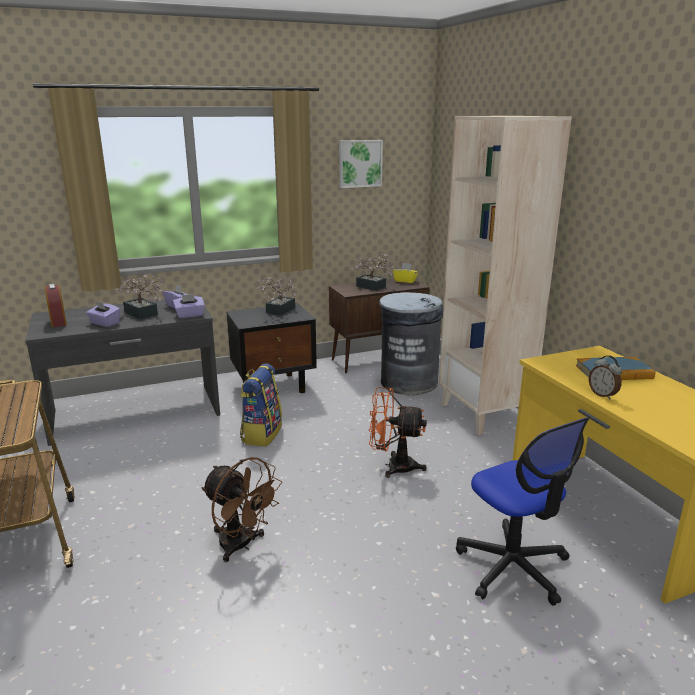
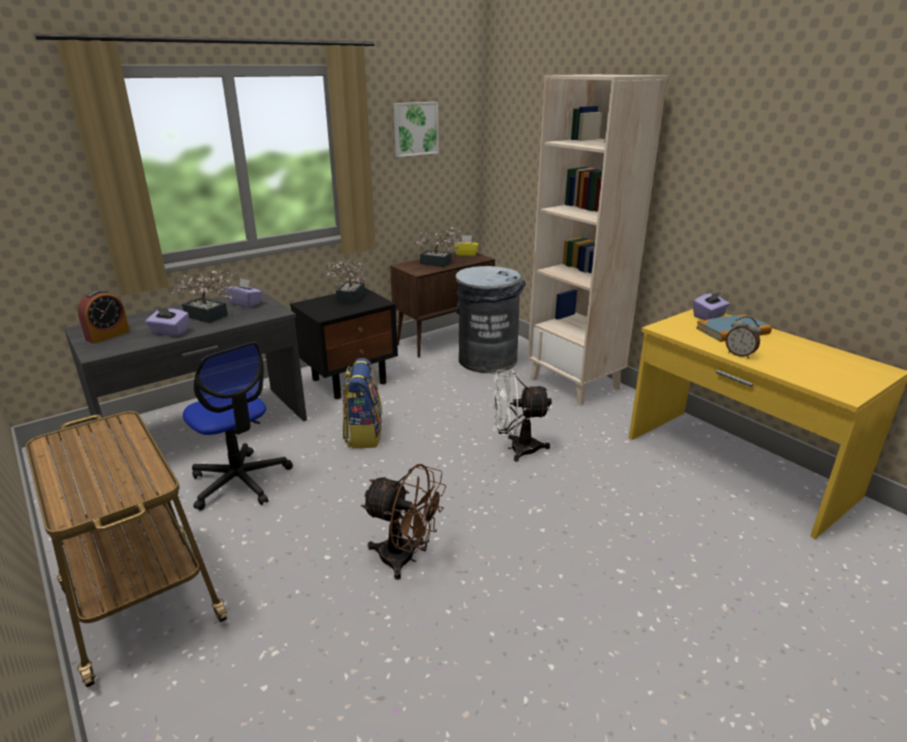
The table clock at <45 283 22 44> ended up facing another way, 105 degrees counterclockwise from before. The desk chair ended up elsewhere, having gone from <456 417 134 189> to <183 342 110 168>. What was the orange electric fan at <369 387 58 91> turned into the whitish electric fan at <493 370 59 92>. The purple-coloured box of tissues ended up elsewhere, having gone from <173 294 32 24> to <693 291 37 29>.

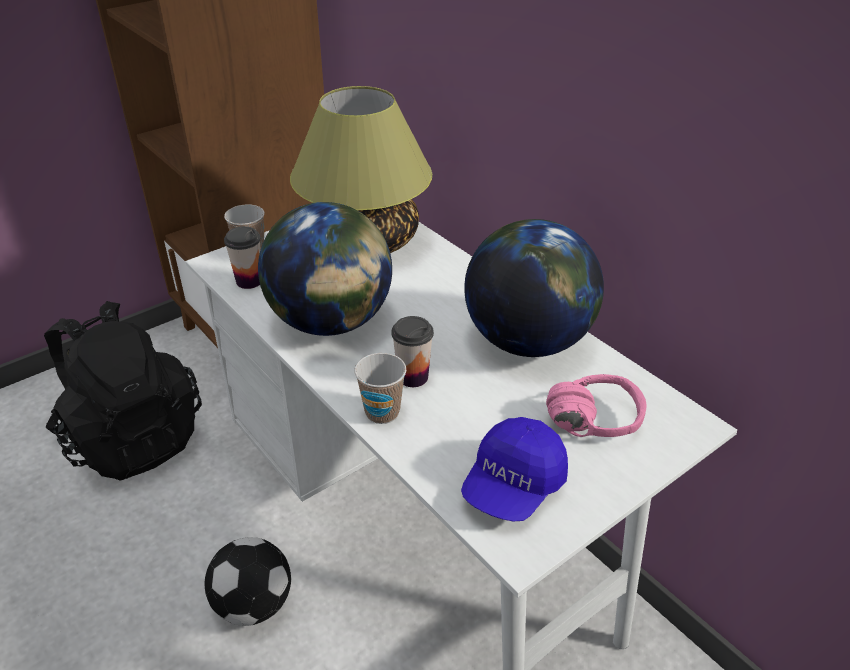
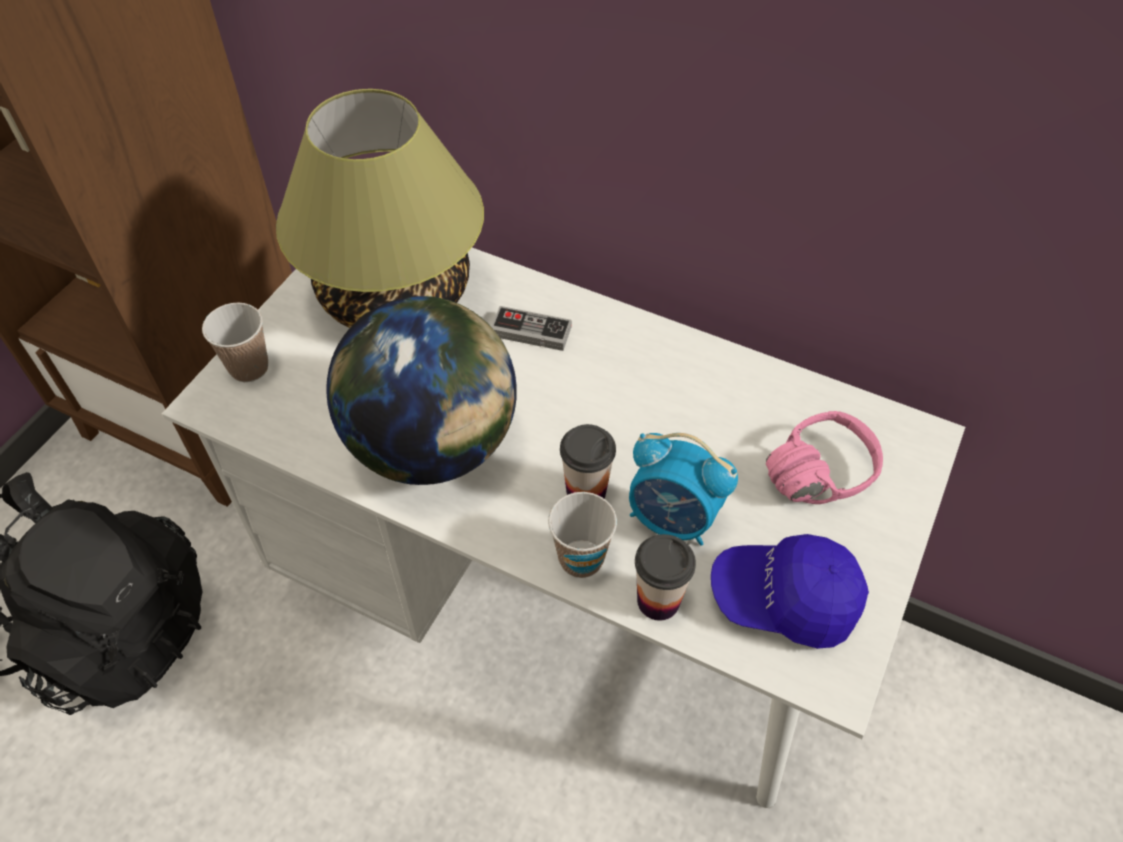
The second view gained the joypad at <491 306 81 45>. The second view gained the table clock at <629 433 109 113>. The cup ended up elsewhere, having gone from <224 226 37 63> to <635 534 61 87>. The bluish peaked cap at <461 417 107 104> ended up facing another way, 90 degrees clockwise from before. The second view lost the football at <205 537 86 89>. The second view lost the world globe at <464 219 140 138>.

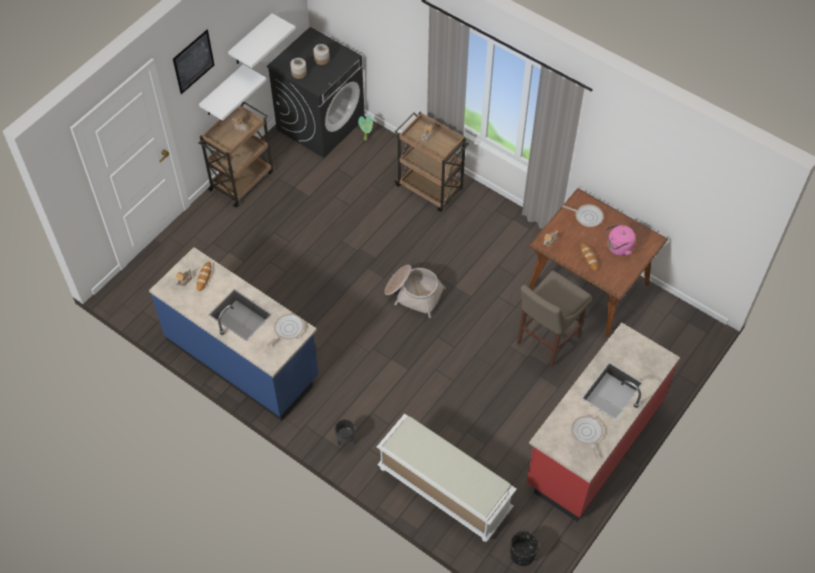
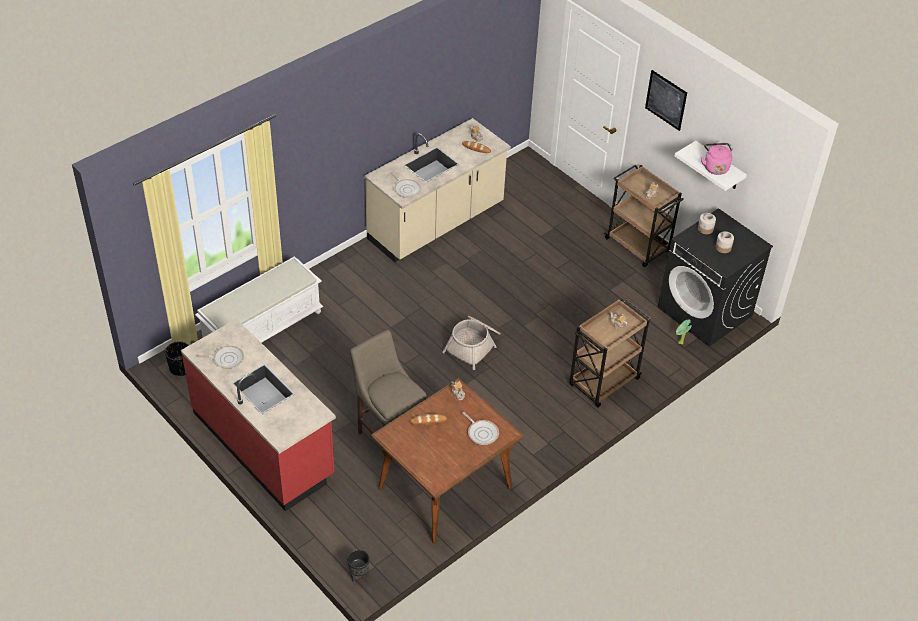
The black plant pot ended up elsewhere, having gone from <335 419 20 27> to <347 550 22 32>. What was the bluish counter at <149 247 169 174> turned into the beige-coloured counter at <364 118 147 144>. The frying pan at <562 204 42 23> ended up facing another way, 75 degrees counterclockwise from before. The pinkish kettle ended up elsewhere, having gone from <605 224 31 32> to <701 143 31 32>. The second view lost the whitish wall shelf at <199 64 68 57>.

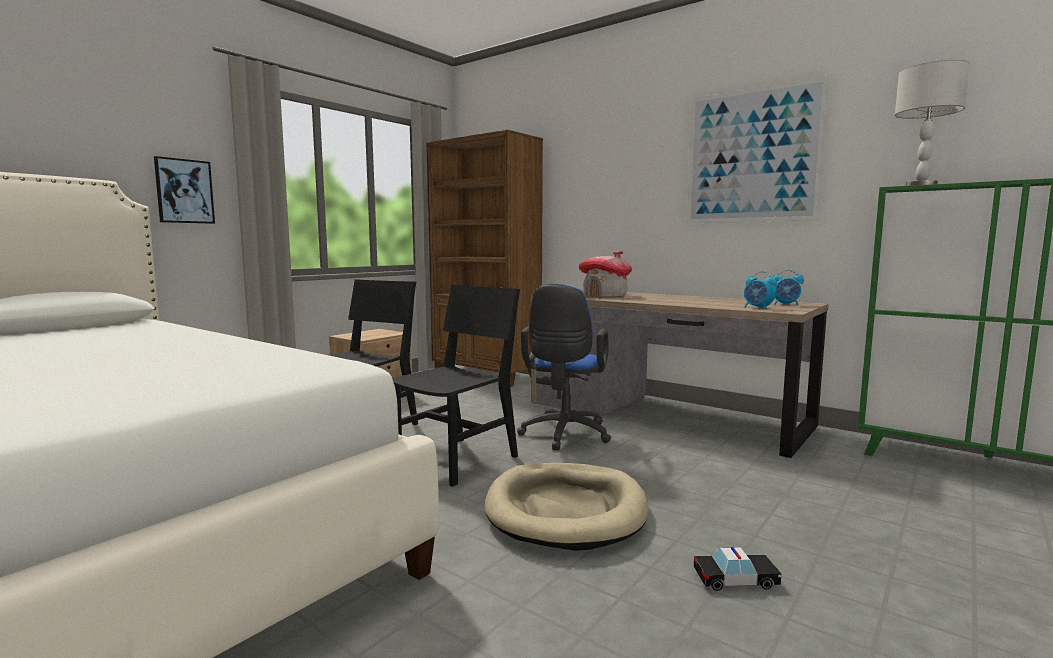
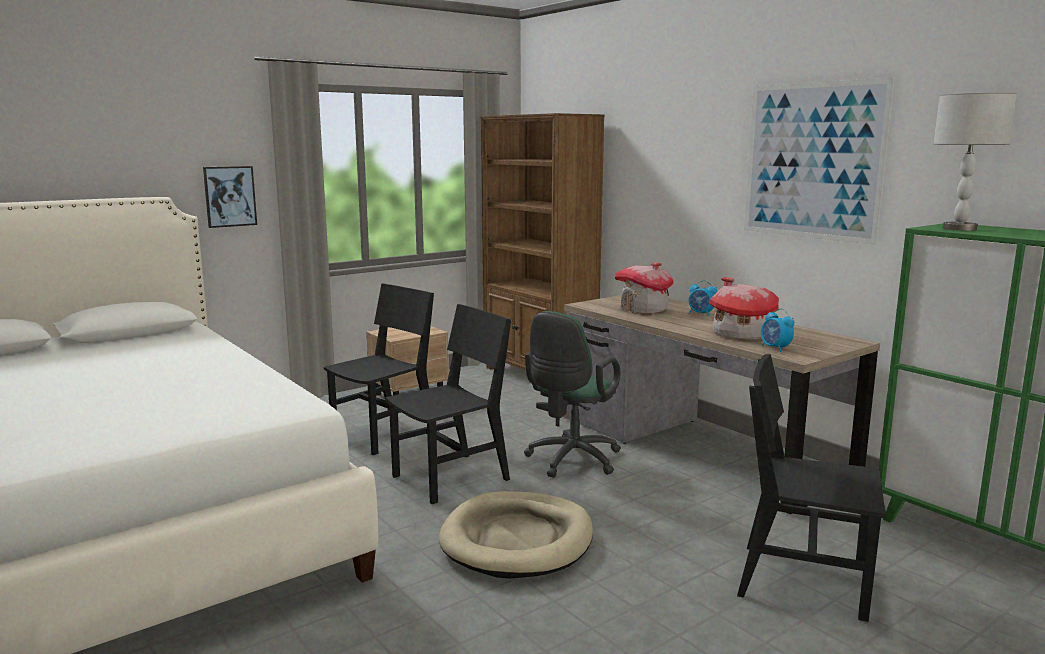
What was the bluish desk chair at <517 283 94 167> turned into the green-coloured desk chair at <524 311 97 166>. The table clock ended up elsewhere, having gone from <773 270 31 35> to <689 280 28 36>. The second view gained the miniature house at <710 277 69 63>. The second view gained the black plain chair at <737 354 149 268>. The second view lost the model car at <694 547 88 44>.

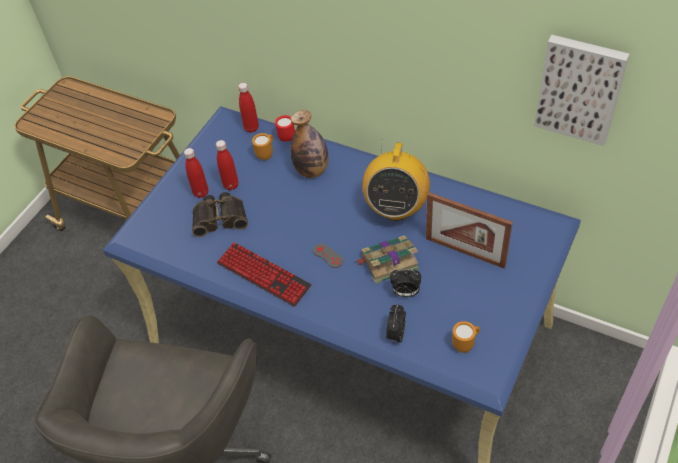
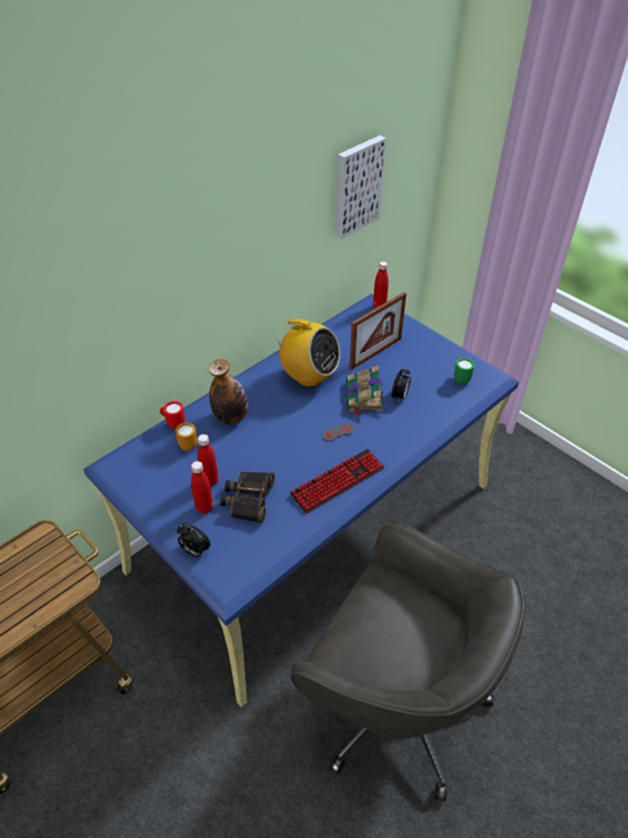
The table clock ended up elsewhere, having gone from <386 305 20 38> to <177 523 34 34>. The red-coloured bottle ended up elsewhere, having gone from <238 83 21 50> to <373 261 16 47>. What was the orange mug at <452 321 28 32> turned into the green-coloured mug at <454 358 21 26>.

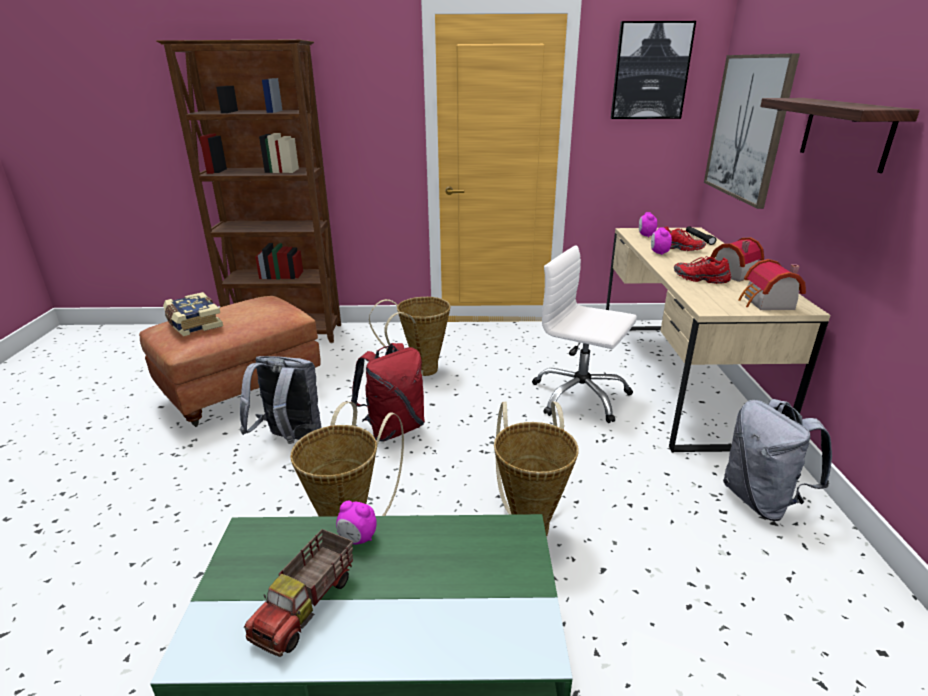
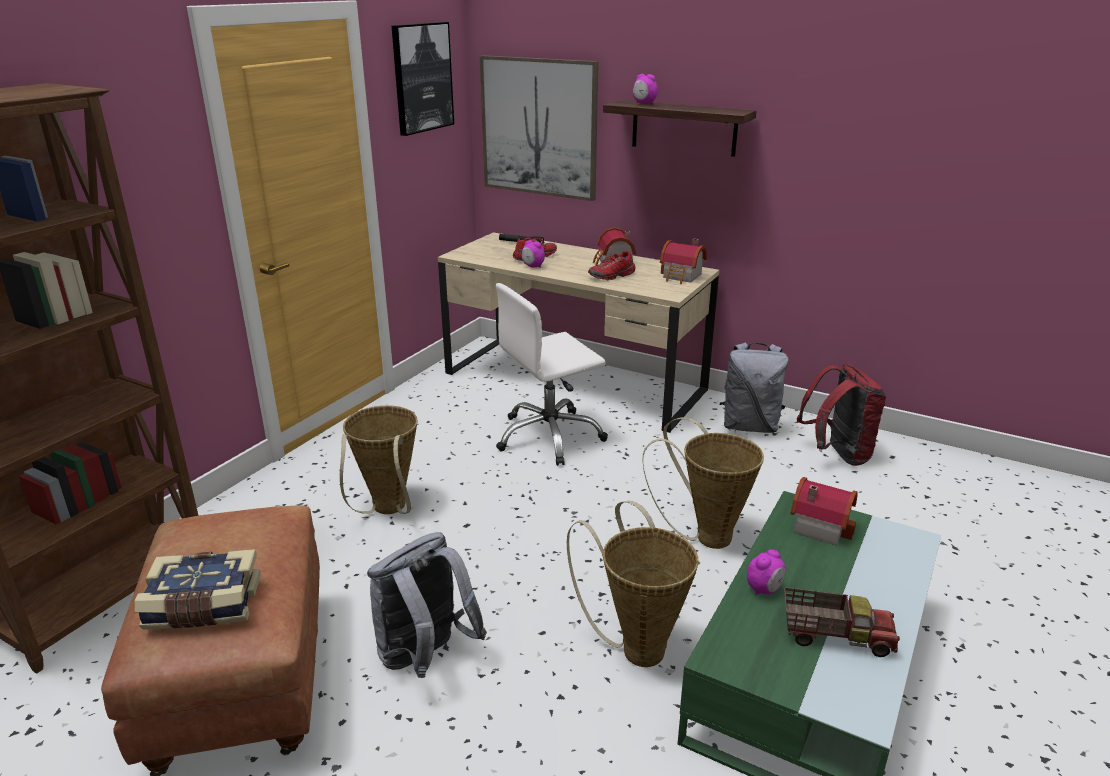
The table clock ended up elsewhere, having gone from <639 212 18 26> to <633 74 25 30>. The model truck at <244 529 109 128> ended up facing another way, 45 degrees counterclockwise from before. The second view gained the miniature house at <790 477 68 69>. The red-coloured backpack ended up elsewhere, having gone from <351 343 74 98> to <797 363 89 103>.

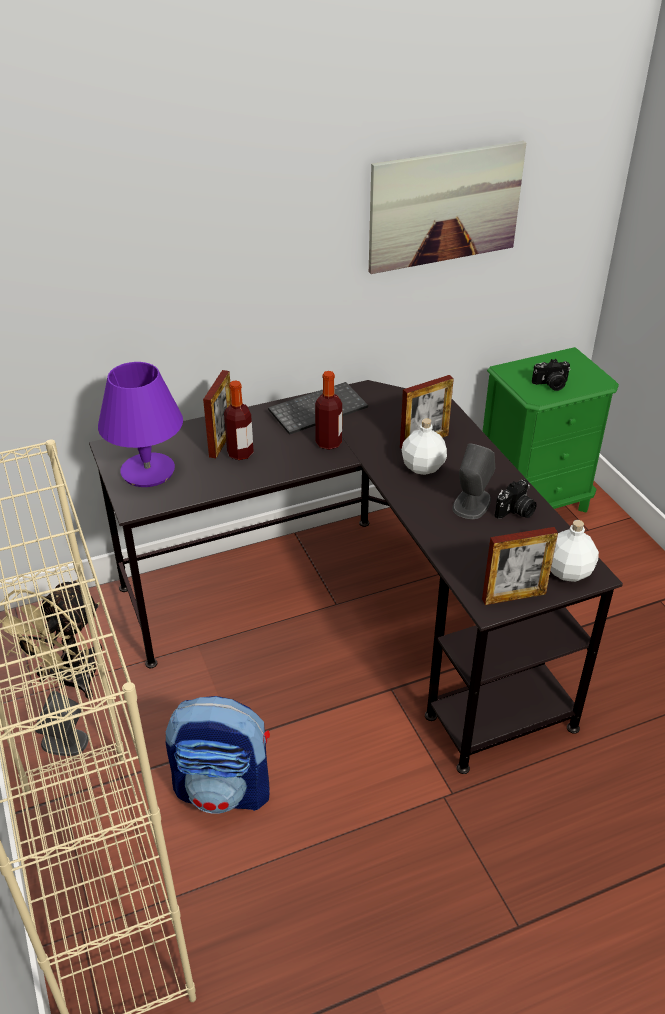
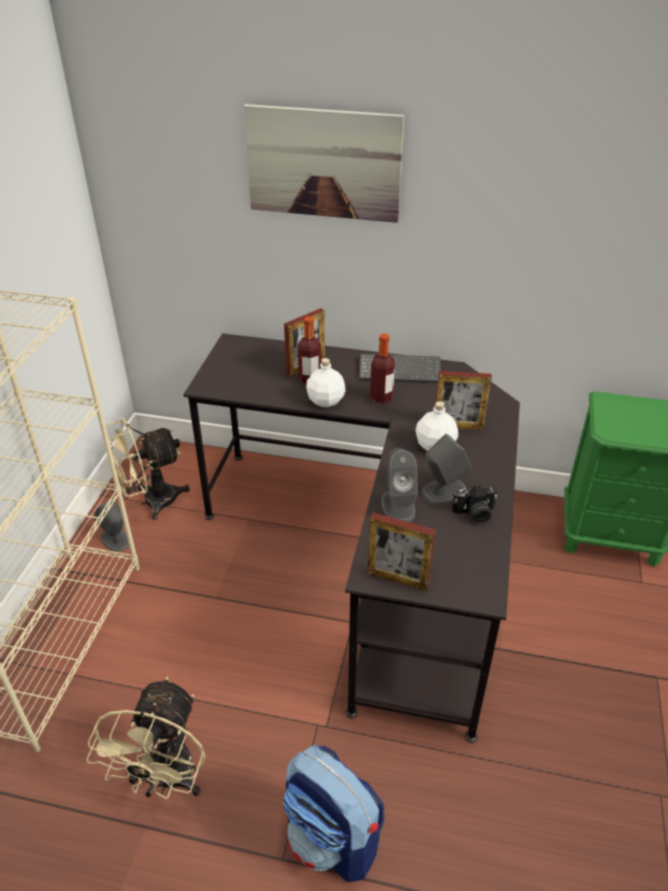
The second view gained the beige-coloured electric fan at <86 677 119 122>. The wall art ended up elsewhere, having gone from <369 141 157 133> to <244 104 160 119>. The backpack ended up elsewhere, having gone from <166 696 104 118> to <283 745 101 137>. The whitish bottle ended up elsewhere, having gone from <551 520 48 62> to <306 358 40 49>. The second view gained the gray loudspeaker at <381 448 37 74>. The second view lost the purple-coloured tabletop lamp at <98 362 85 125>. The second view lost the photo camera at <532 359 38 32>.

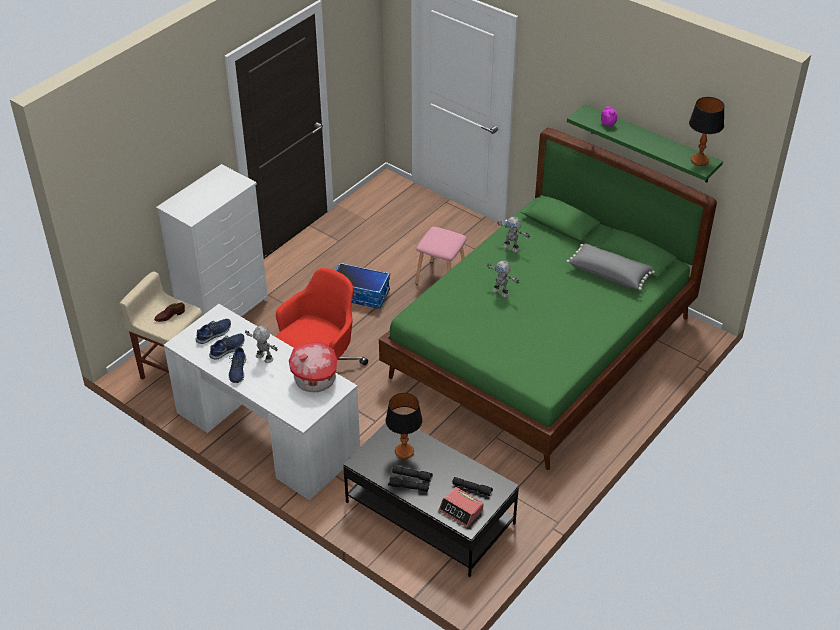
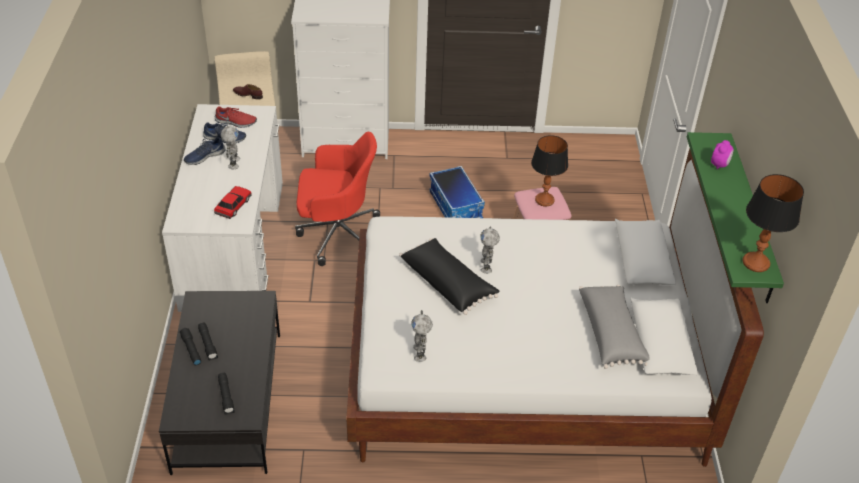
Where the miniature house stood at <289 341 48 51>, the model car came to stand at <214 186 38 33>. What was the bluish item of footwear at <195 319 36 25> turned into the red-coloured item of footwear at <215 106 42 22>. What was the green-coloured sleeping bed at <379 128 338 342> turned into the whitish sleeping bed at <346 149 418 318>. The second view gained the black throw pillow at <399 238 100 77>. The toy robot ended up elsewhere, having gone from <497 217 33 35> to <411 310 22 52>. The tabletop lamp ended up elsewhere, having gone from <386 393 37 66> to <531 135 37 72>. The second view lost the table clock at <439 487 45 41>.

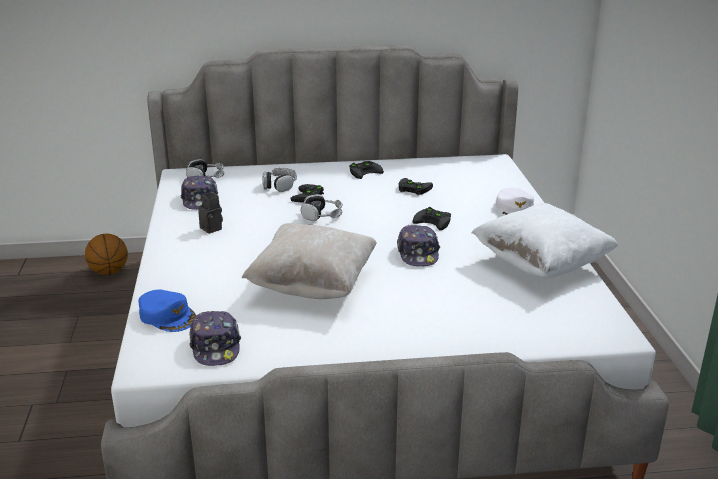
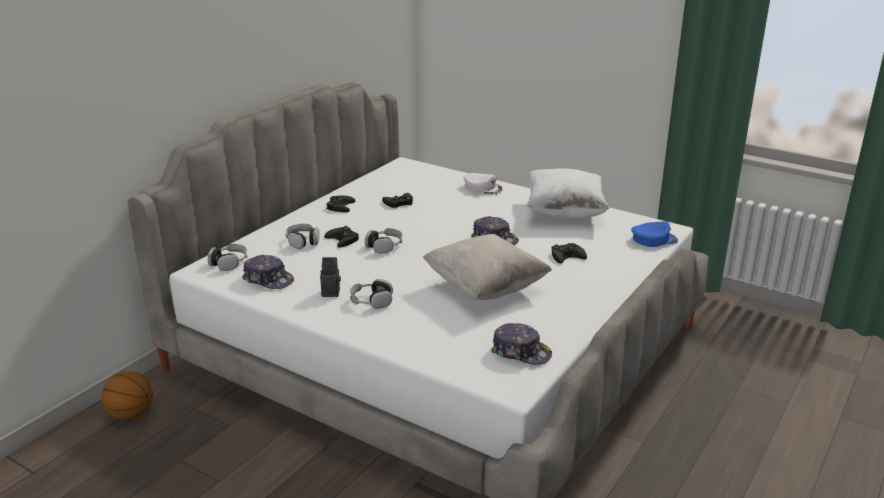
The second view gained the pair of headphones at <350 279 43 30>. The black joypad ended up elsewhere, having gone from <413 207 38 23> to <552 243 35 21>. The bluish peaked cap ended up elsewhere, having gone from <139 290 57 42> to <631 221 47 26>.

